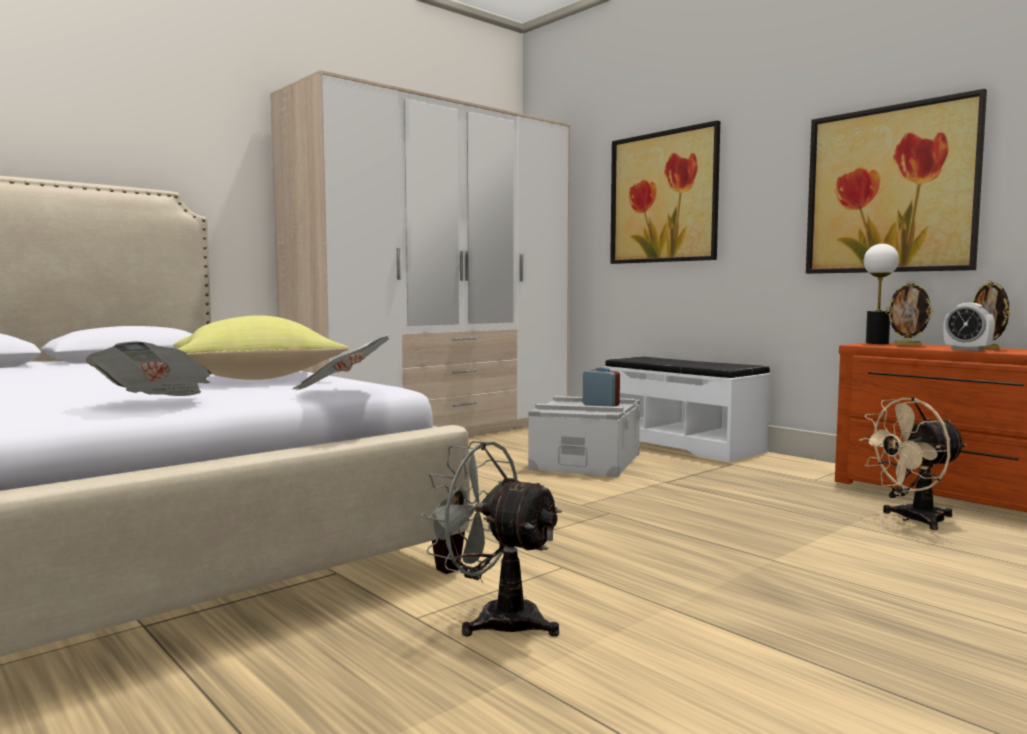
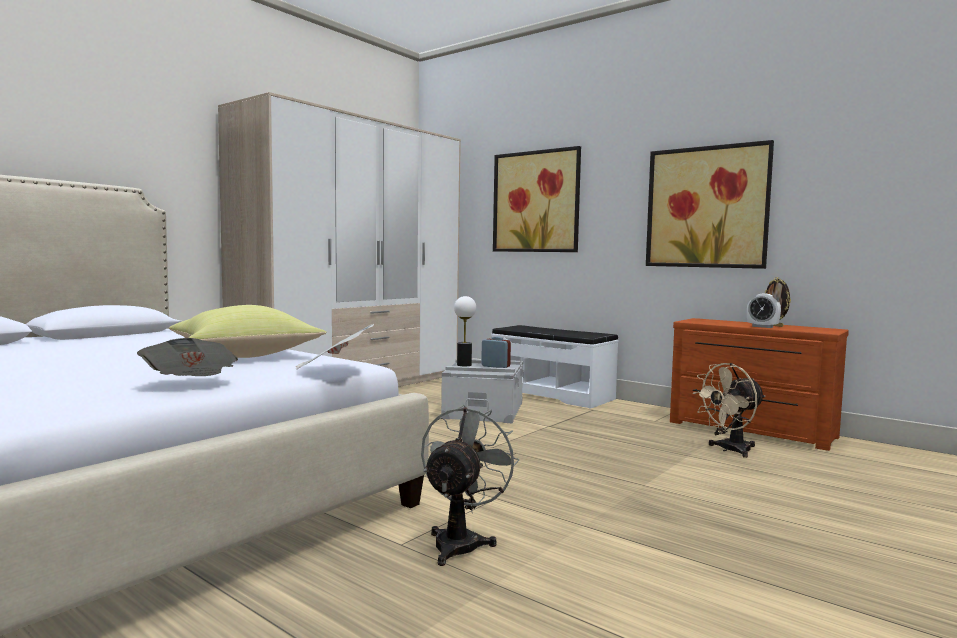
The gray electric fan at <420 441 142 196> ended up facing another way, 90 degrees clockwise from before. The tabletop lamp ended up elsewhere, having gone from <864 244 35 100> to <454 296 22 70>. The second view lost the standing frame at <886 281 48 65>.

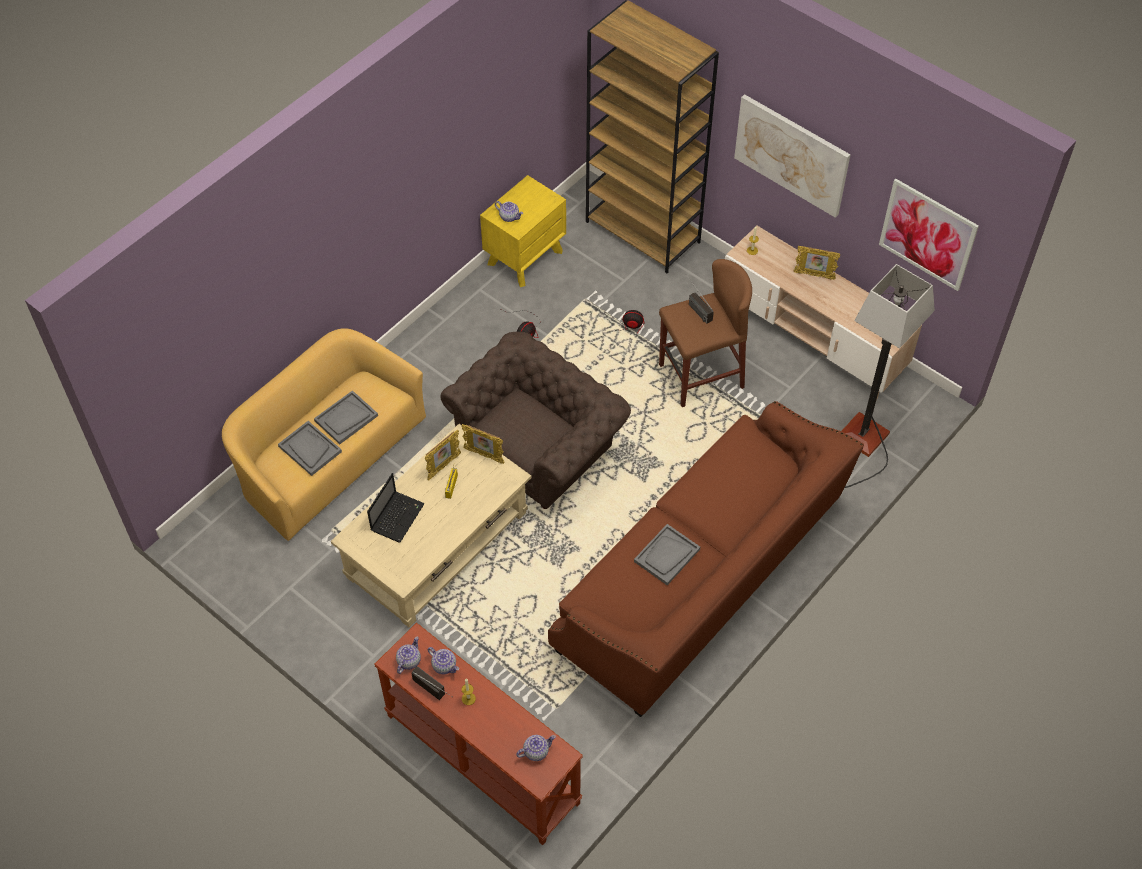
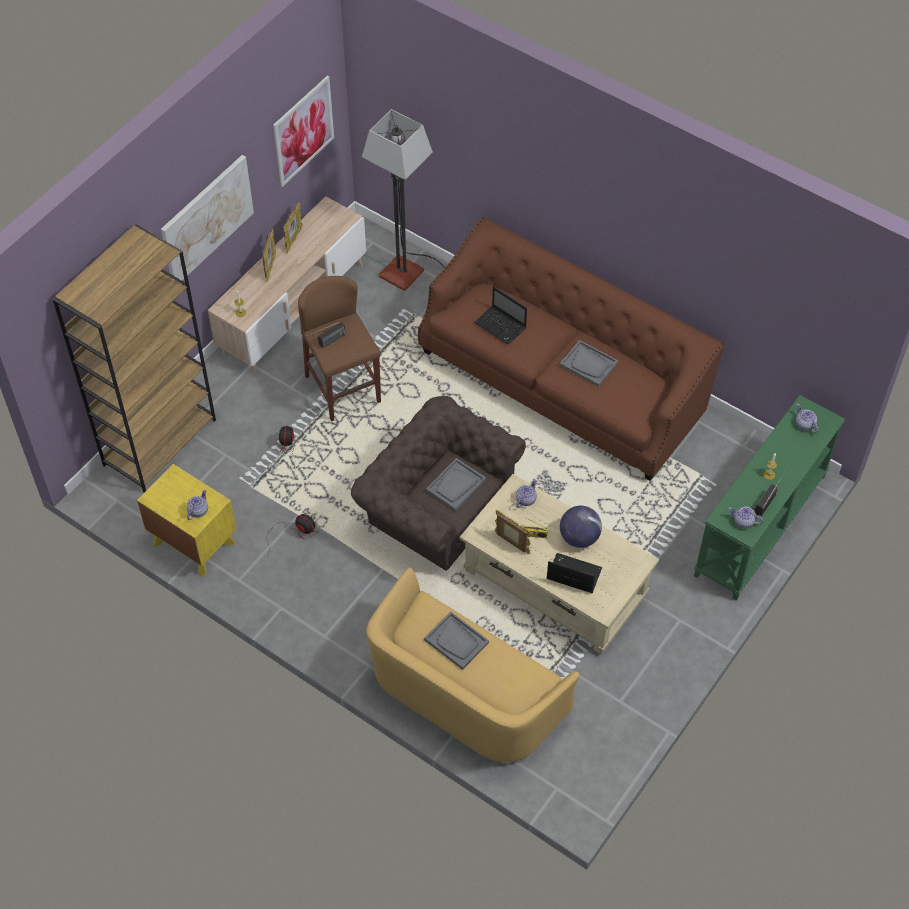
The standing frame ended up elsewhere, having gone from <461 424 43 40> to <283 202 20 51>. The gray carrying tray ended up elsewhere, having gone from <278 421 64 55> to <426 458 60 53>. The second view gained the notebook computer at <474 286 53 59>. The pot for tea ended up elsewhere, having gone from <428 647 31 27> to <516 479 21 29>. The second view gained the world globe at <560 506 42 42>. What was the brown-coloured console table at <374 623 209 222> turned into the green-coloured console table at <694 395 151 206>.

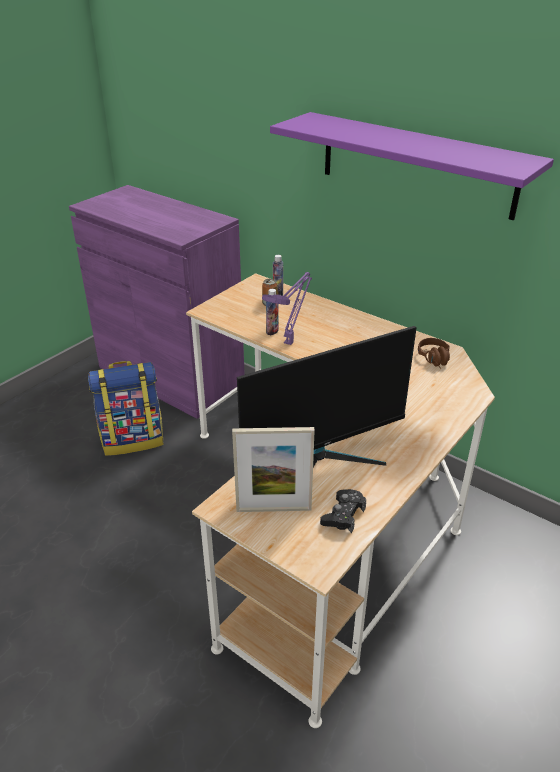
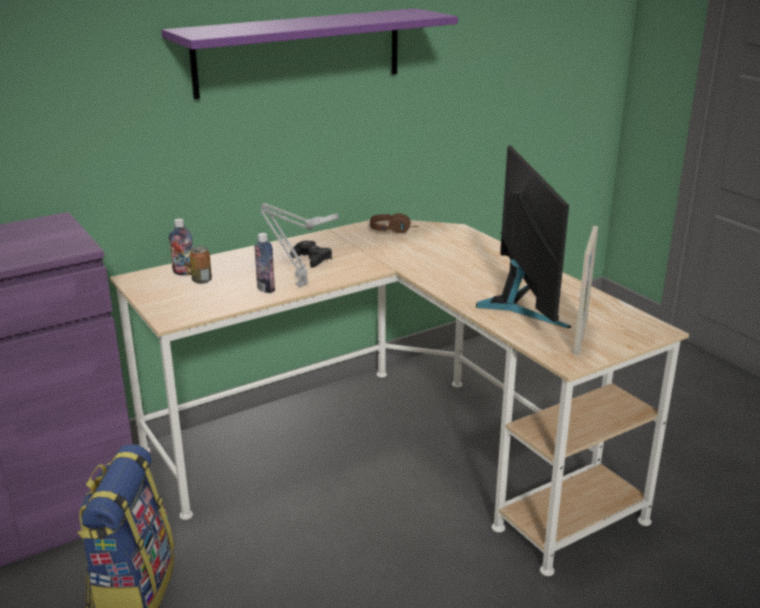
What was the purple-coloured tabletop lamp at <262 272 50 73> turned into the gray tabletop lamp at <260 203 79 84>. The black joypad ended up elsewhere, having gone from <320 489 46 44> to <290 241 42 27>.

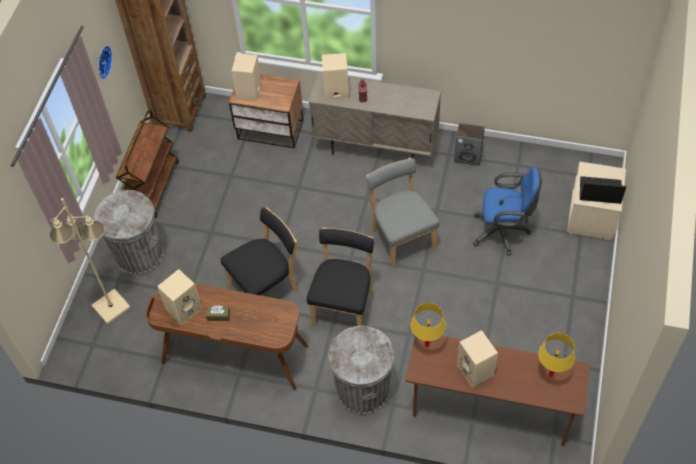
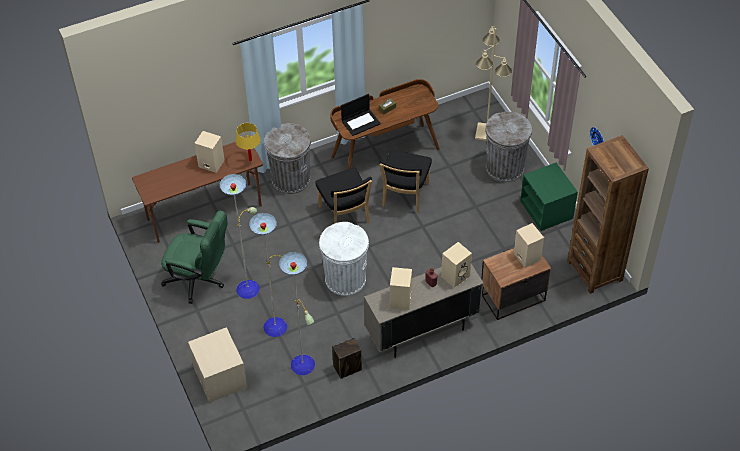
The second view gained the green-coloured desk chair at <161 210 66 94>. Where the bluish desk chair stood at <473 167 69 89>, the floor lamp came to stand at <220 174 95 201>. Where the gray plain chair stood at <366 158 73 110>, the whitish trash can came to stand at <319 222 50 74>. The notebook computer ended up elsewhere, having gone from <580 176 46 28> to <341 94 40 42>. The beige-coloured loudspeaker ended up elsewhere, having gone from <157 269 45 56> to <390 267 22 43>. Where the brown-coloured wheeled cart stood at <116 109 63 110>, the green-coloured bedside table came to stand at <520 163 58 68>. The second view lost the yellow-coloured tabletop lamp at <538 333 37 44>.

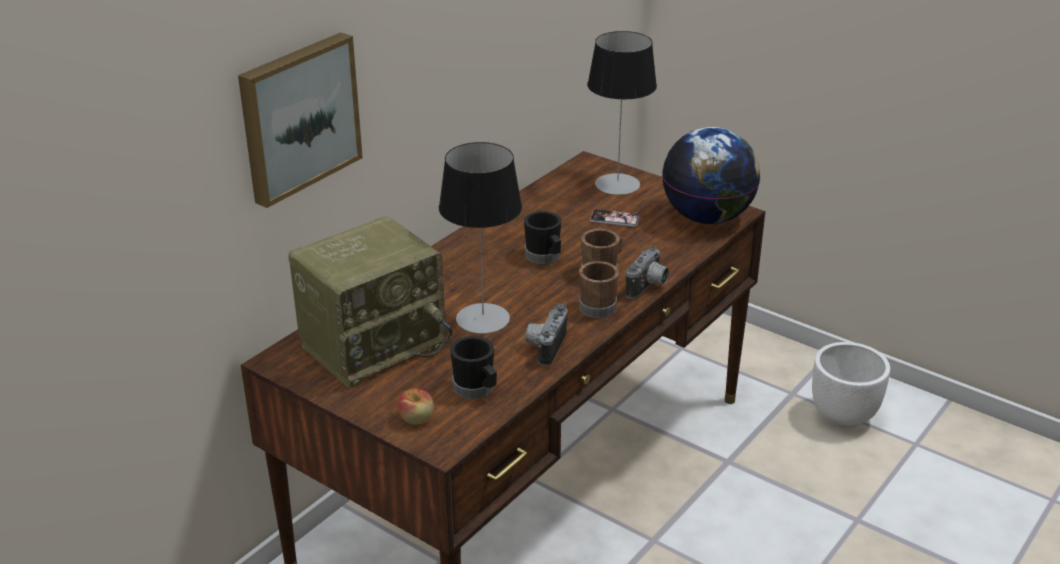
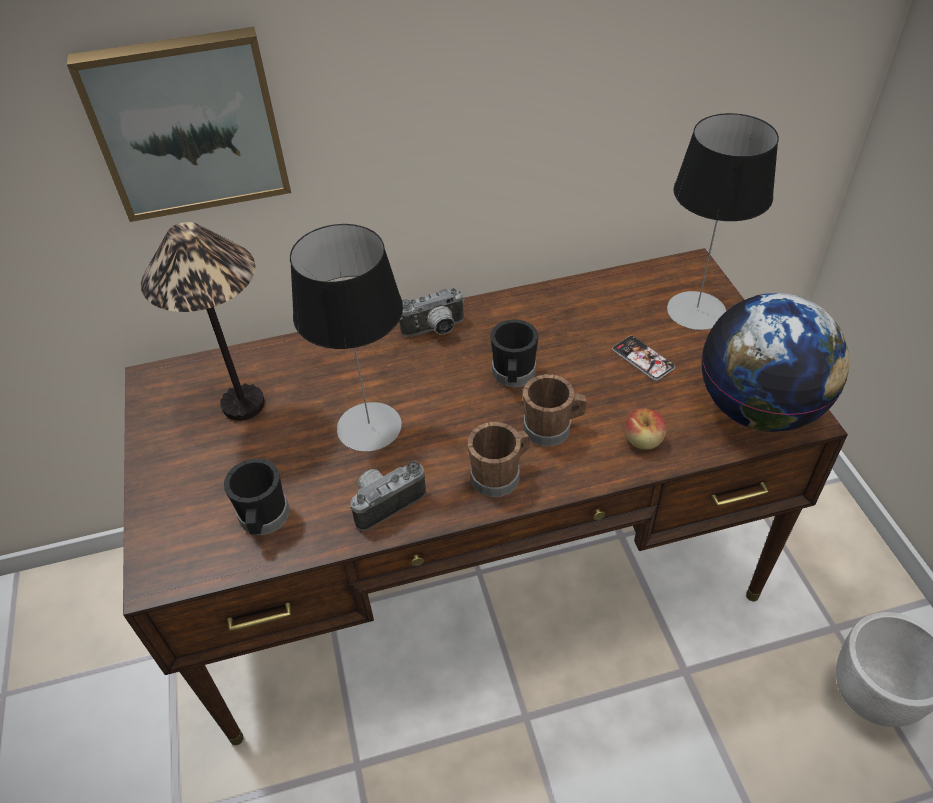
Where the radio receiver stood at <288 216 164 172>, the tabletop lamp came to stand at <141 222 123 199>. The photo camera ended up elsewhere, having gone from <626 246 43 53> to <399 288 66 49>. The whole apple ended up elsewhere, having gone from <398 388 36 37> to <625 408 42 42>.

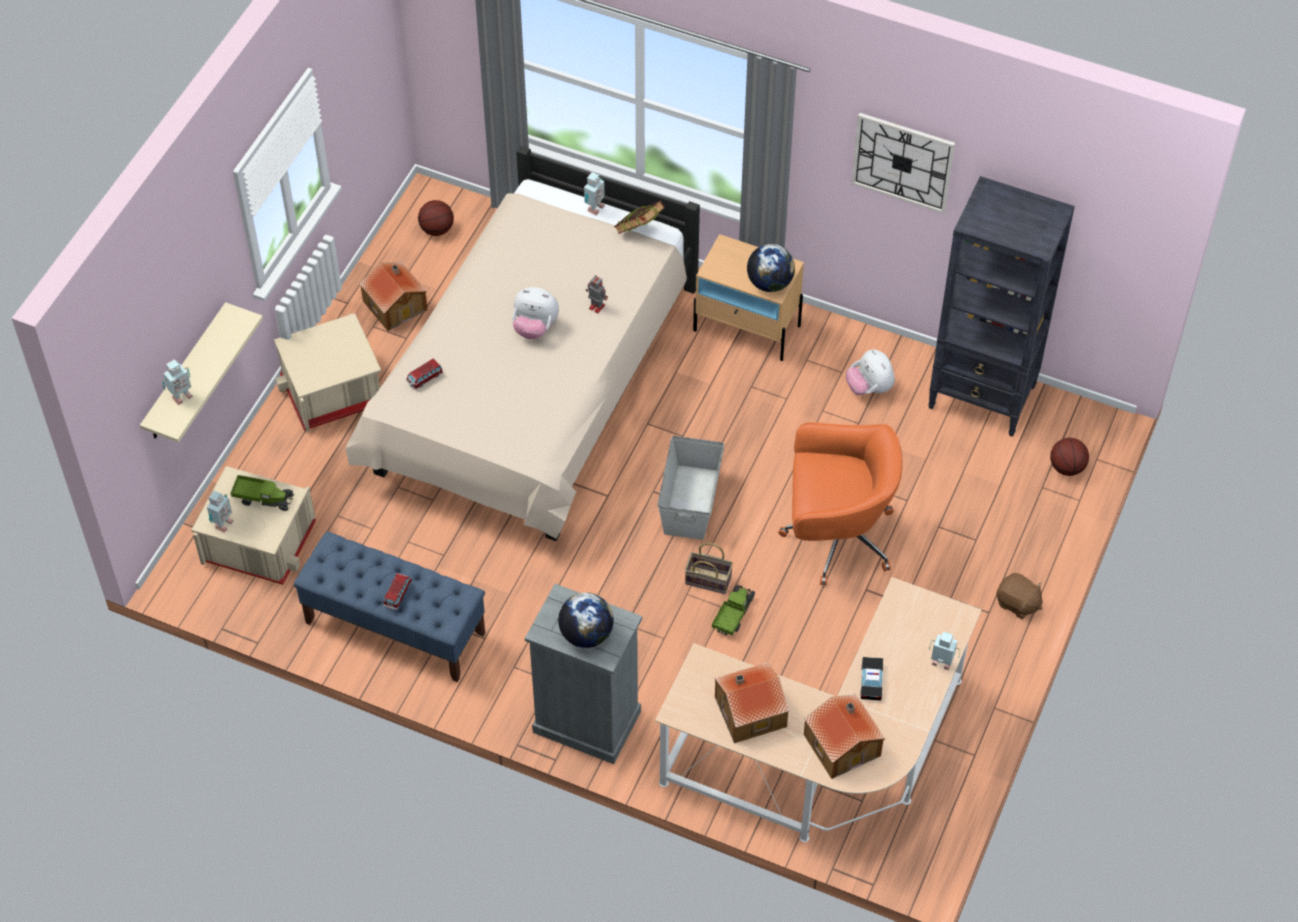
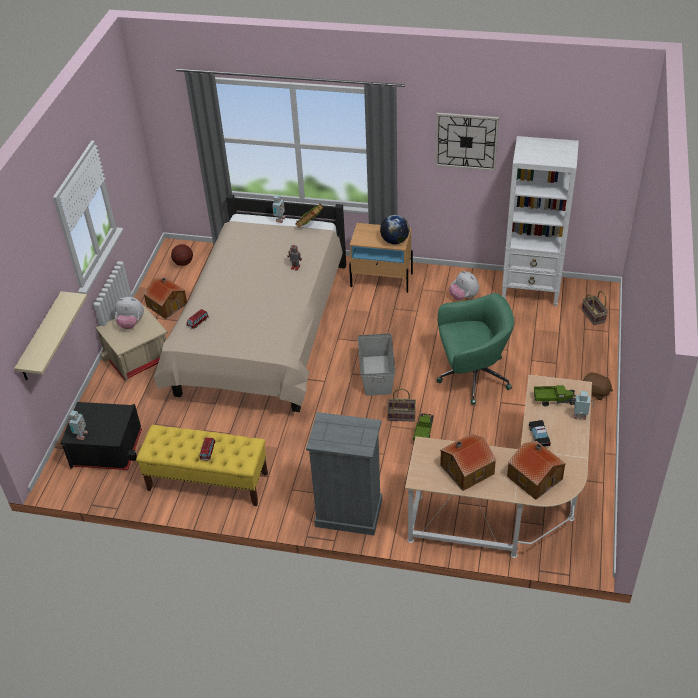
What was the beige-coloured storage box at <191 466 125 119> turned into the black storage box at <61 402 81 68>. The soft toy ended up elsewhere, having gone from <512 287 47 52> to <115 297 29 32>. What was the bluish long seat at <294 531 191 151> turned into the yellow-coloured long seat at <136 425 132 81>. What was the orange desk chair at <778 422 125 163> turned into the green-coloured desk chair at <436 293 78 112>. What was the black shelving unit at <928 176 147 261> turned into the whitish shelving unit at <502 136 77 170>. The model truck ended up elsewhere, having gone from <231 475 63 36> to <534 385 42 22>. Where the basketball ball stood at <1050 438 39 38>, the storage basket came to stand at <582 291 26 34>. The second view lost the toy robot at <162 359 31 46>. The second view lost the world globe at <558 592 56 56>.

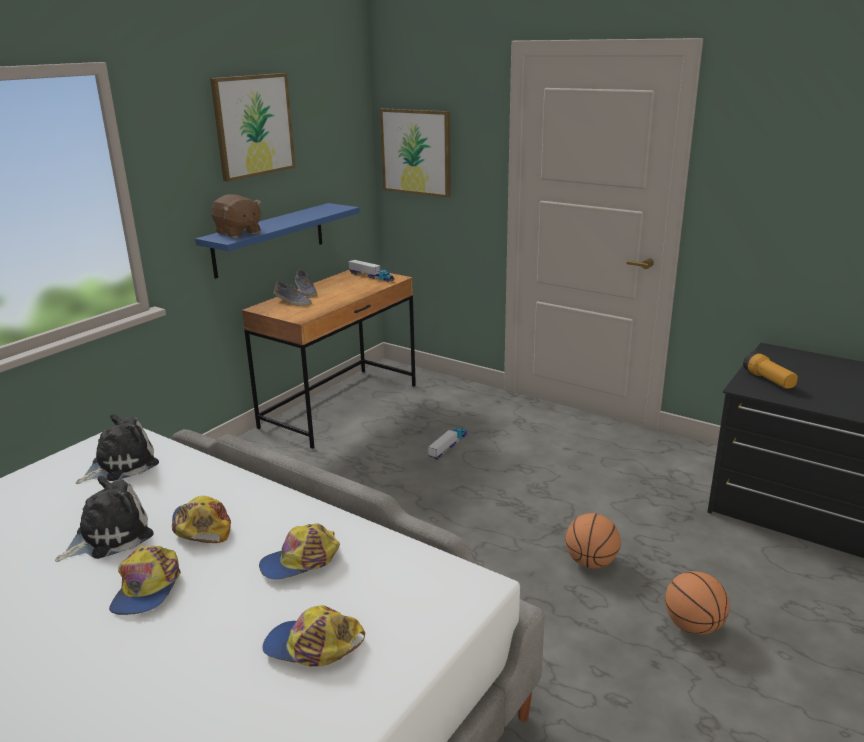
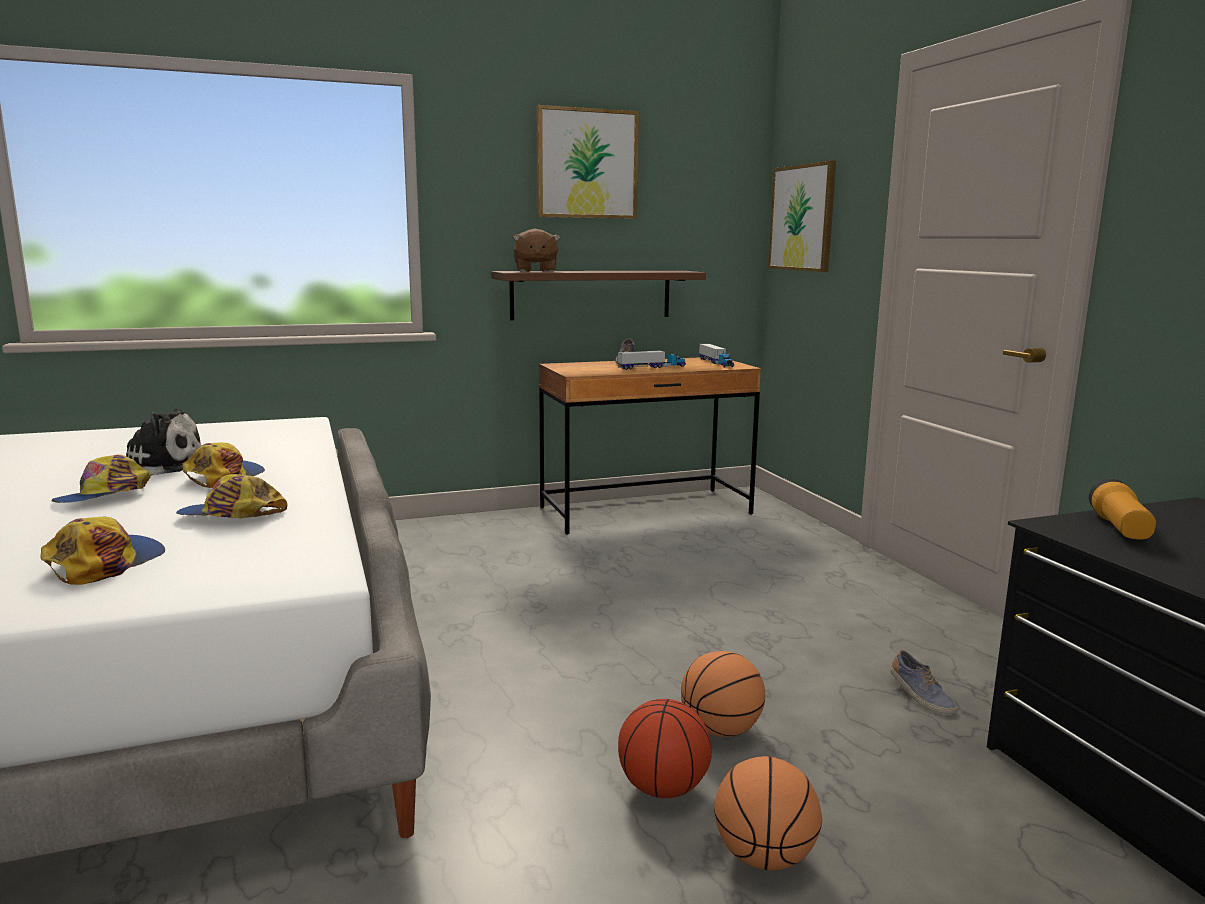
The peaked cap at <263 605 102 61> ended up facing another way, 60 degrees clockwise from before. What was the bluish wall shelf at <195 203 165 76> turned into the brown-coloured wall shelf at <491 271 215 50>. The model truck ended up elsewhere, having gone from <428 427 39 33> to <617 351 69 19>. The second view gained the basketball ball at <618 699 94 99>. The item of footwear ended up elsewhere, having gone from <274 281 38 25> to <890 650 68 65>. The second view lost the soft toy at <76 414 83 70>.

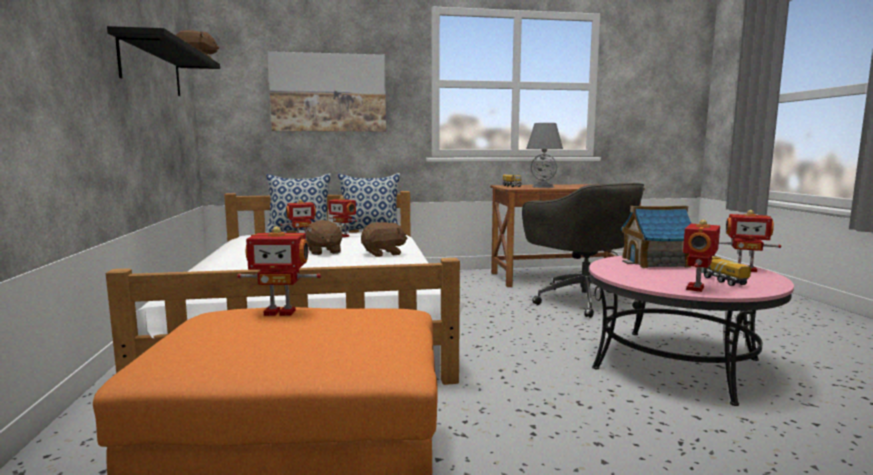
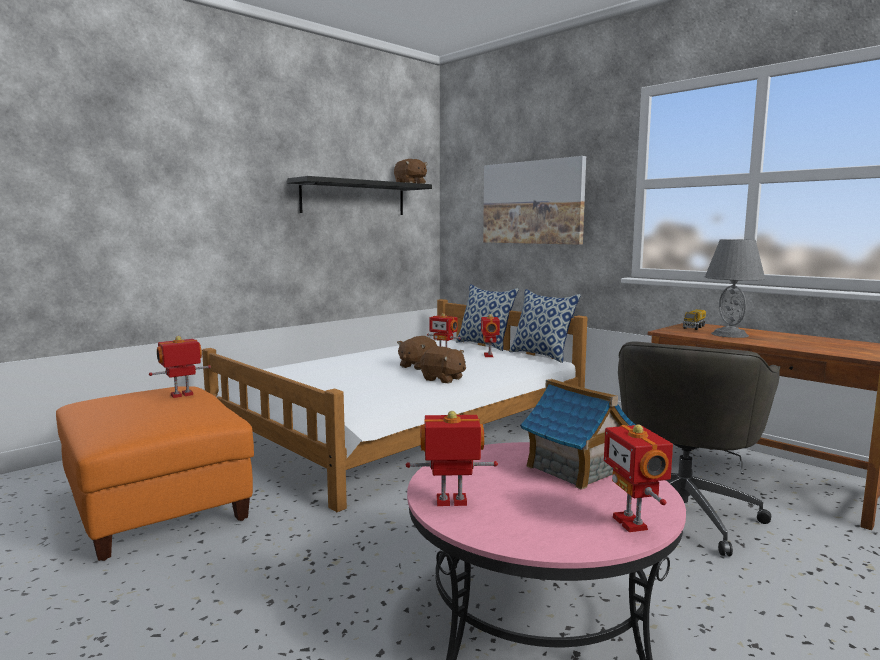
The toy robot at <237 226 84 90> ended up facing another way, 90 degrees clockwise from before. The second view lost the model truck at <701 256 50 30>.

